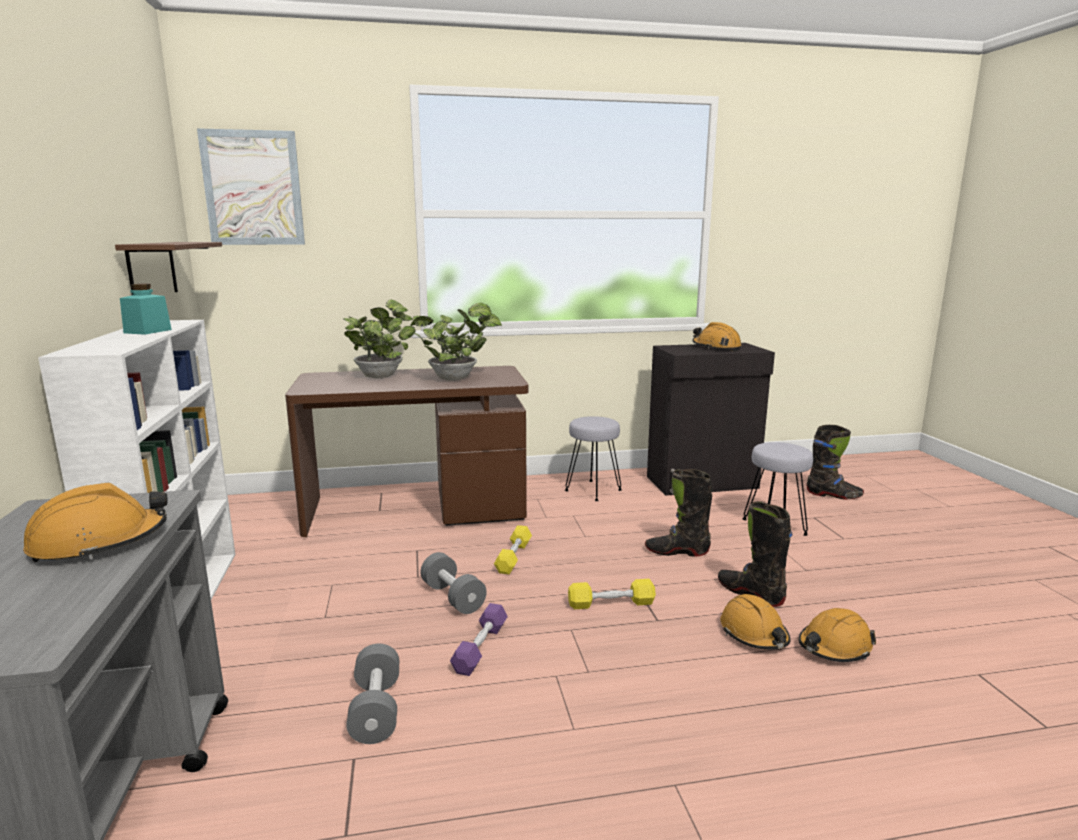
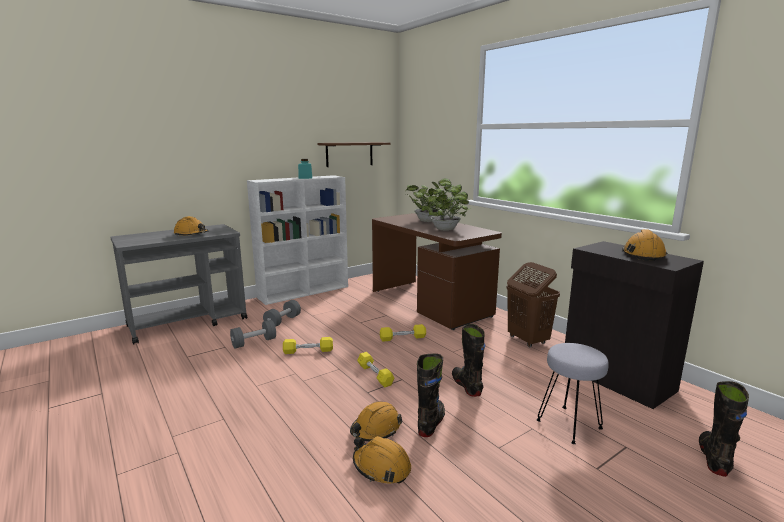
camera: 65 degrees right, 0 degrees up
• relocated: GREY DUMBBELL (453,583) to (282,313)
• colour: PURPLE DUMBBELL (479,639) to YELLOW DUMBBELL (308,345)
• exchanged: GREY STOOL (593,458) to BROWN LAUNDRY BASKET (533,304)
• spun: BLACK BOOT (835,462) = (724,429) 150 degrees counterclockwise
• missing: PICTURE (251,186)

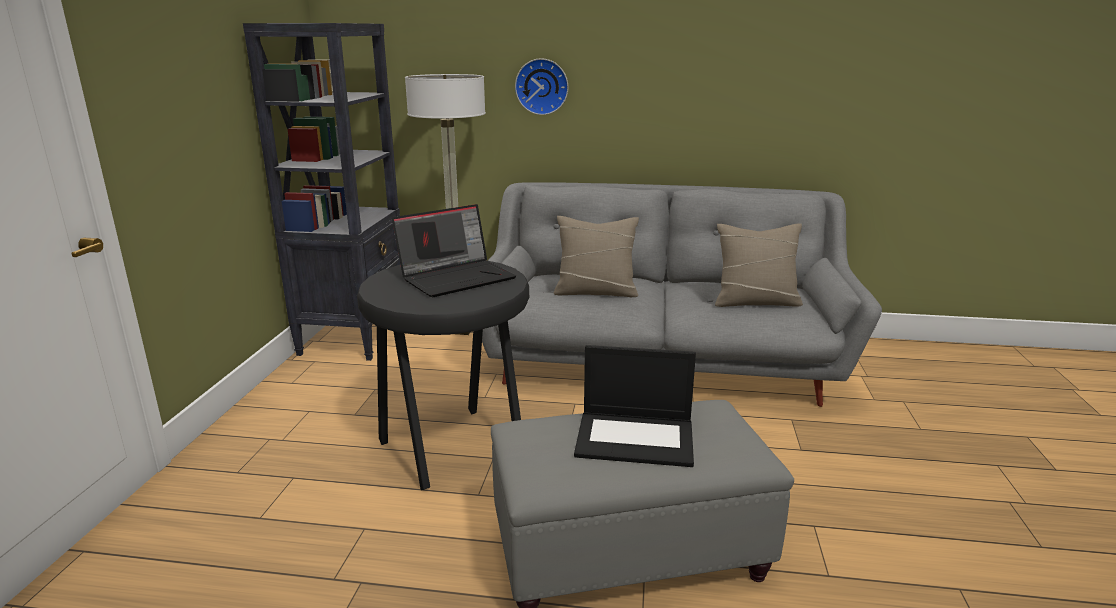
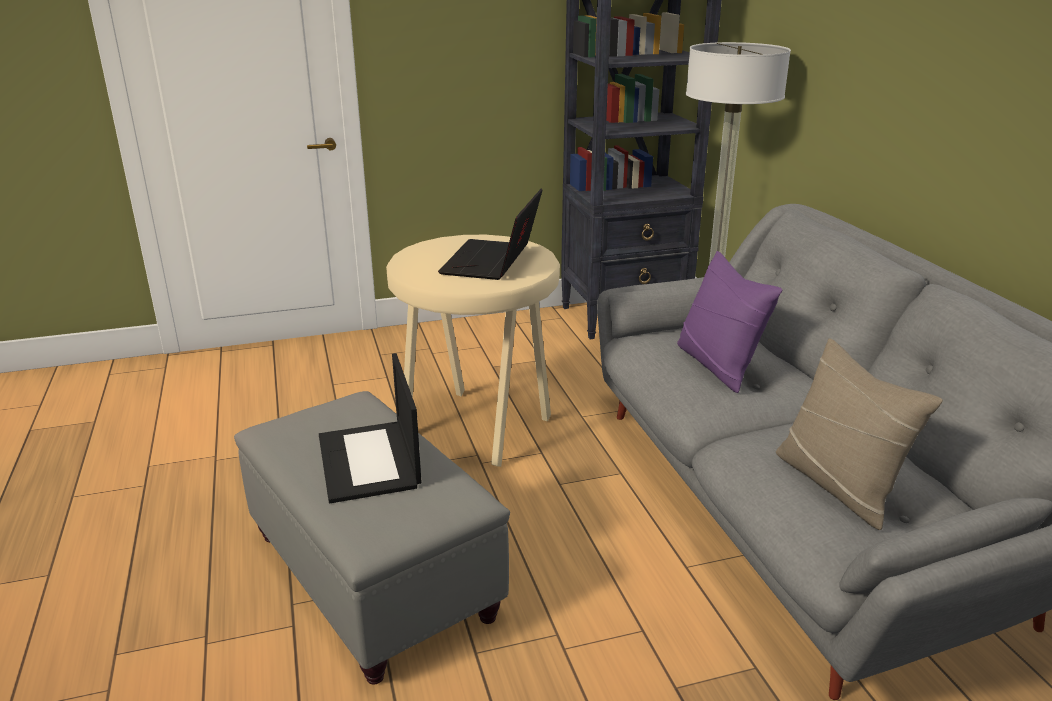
camera: 65 degrees right, 5 degrees up
• colour: BLACK STOOL (443,375) to BEIGE STOOL (473,351)
• spun: LAPTOP (454,250) = (490,234) 75 degrees clockwise
• colour: BEIGE PILLOW (596,256) to PURPLE PILLOW (729,322)
• missing: WALL CLOCK (541,86)

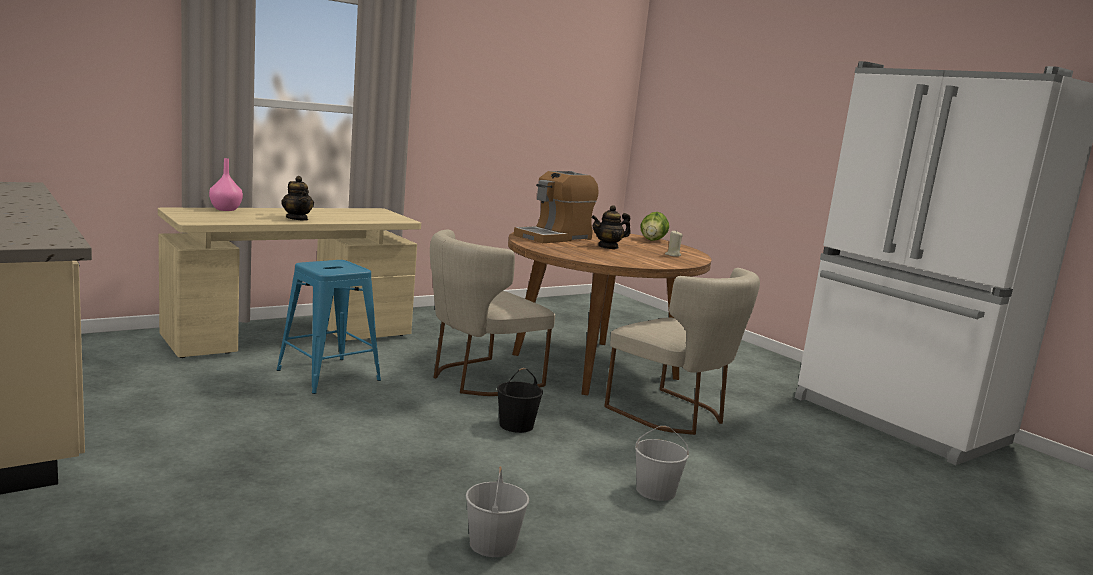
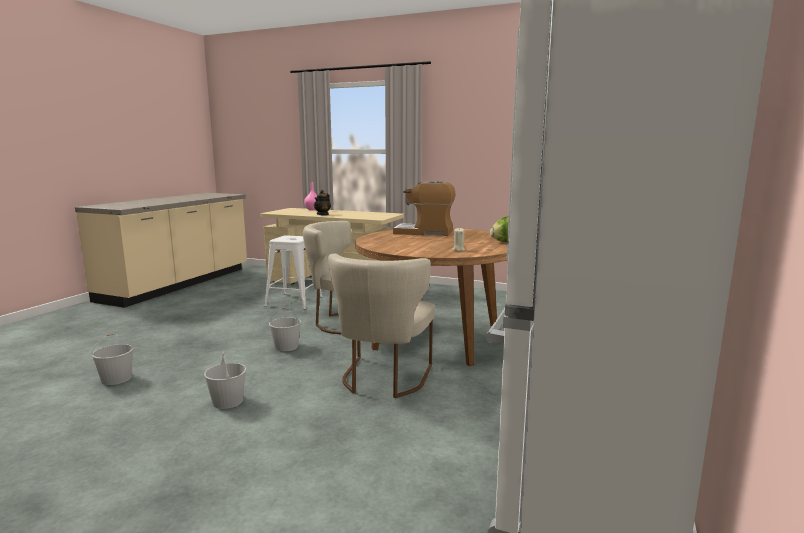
camera: 60 degrees right, 0 degrees up
• colour: BLUE STOOL (328,327) to WHITE STOOL (294,273)
• colour: BLACK BUCKET (520,400) to WHITE BUCKET (285,330)
• missing: TEAPOT (611,227)

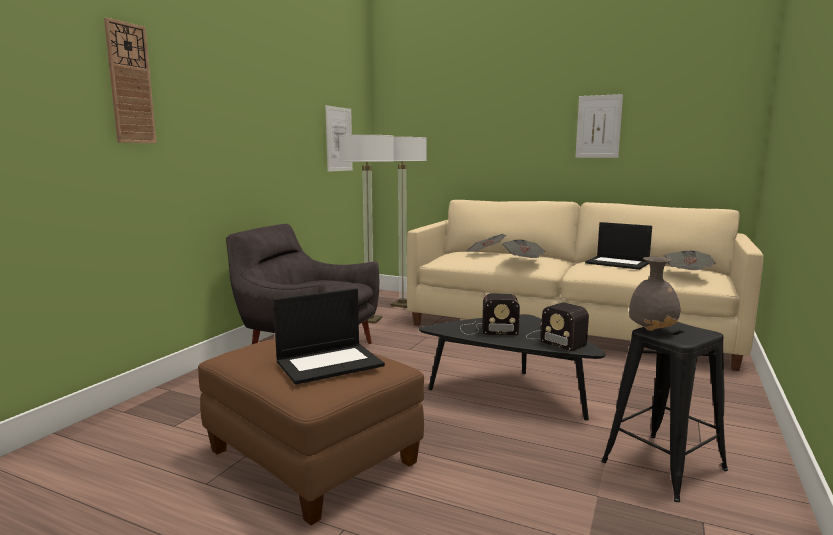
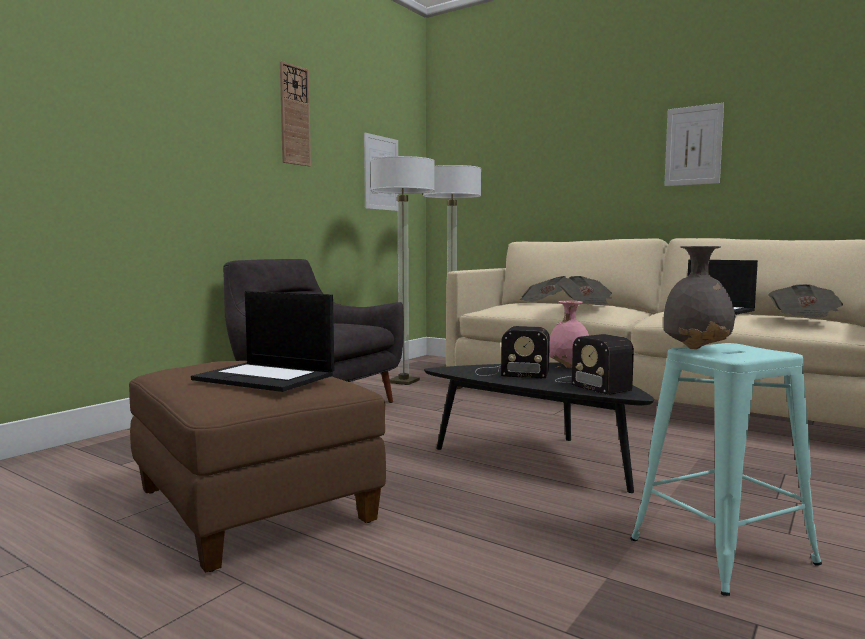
camera: 10 degrees right, 5 degrees down
• spun: LAPTOP (329,336) = (262,341) 45 degrees clockwise
• relocated: WALL CLOCK (130,80) to (295,113)
• appeared: PINK VASE (569,334)
• colour: BLACK STOOL (664,412) to TURQUOISE STOOL (726,469)

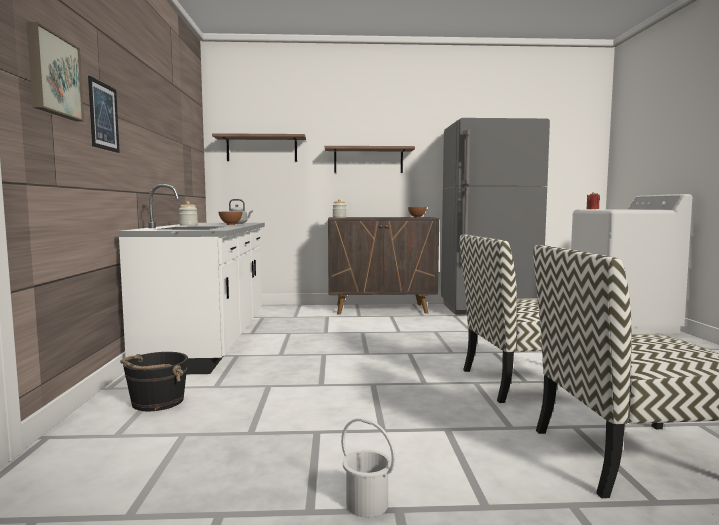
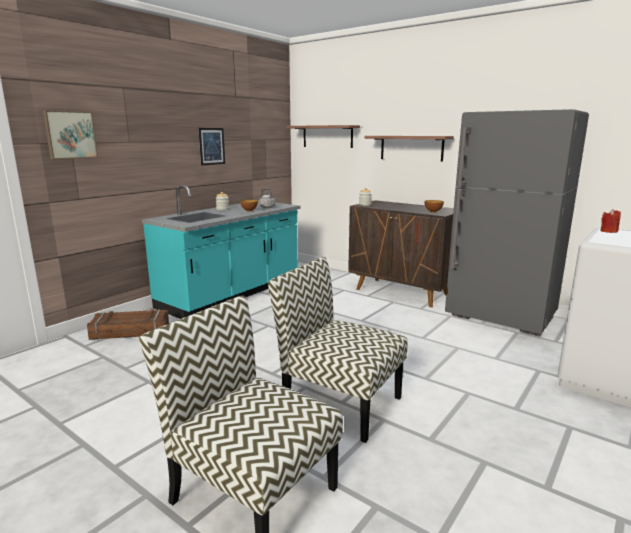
camera: 40 degrees right, 10 degrees up
• exchanged: BLACK BUCKET (154,381) to CRATE (128,324)
• colour: WHITE COUNTER (191,279) to TURQUOISE COUNTER (221,252)
• relocated: PICTURE (104,114) to (212,146)
• missing: WHITE BUCKET (368,467)

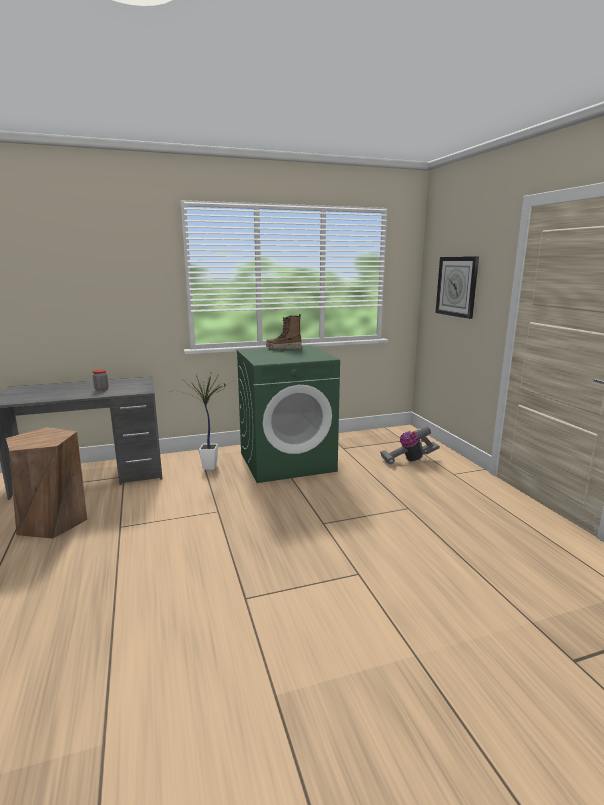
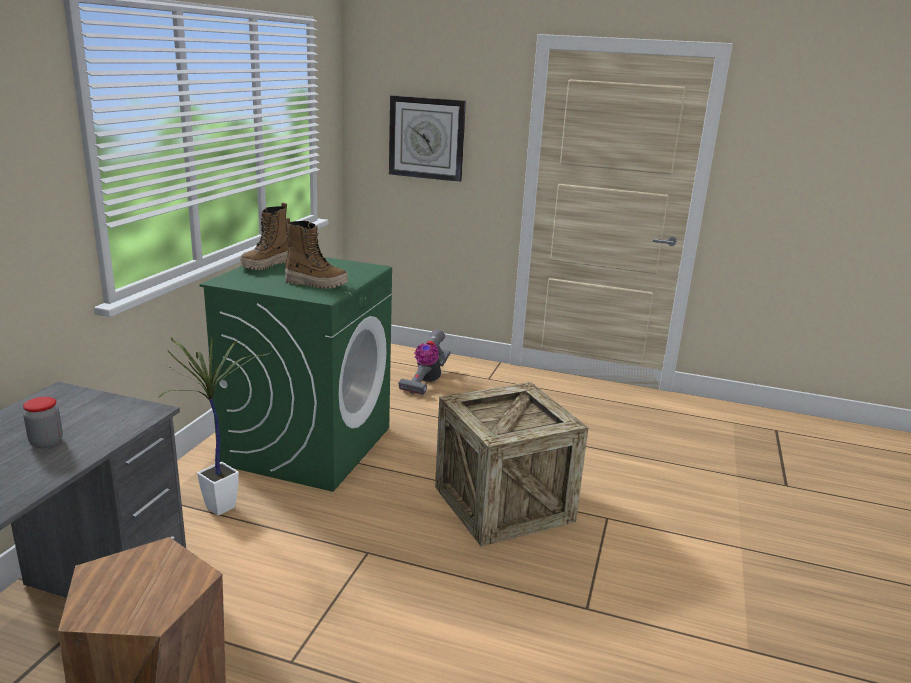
camera: 55 degrees left, 5 degrees up
• appeared: BOOT (316,253)
• appeared: CRATE (512,464)

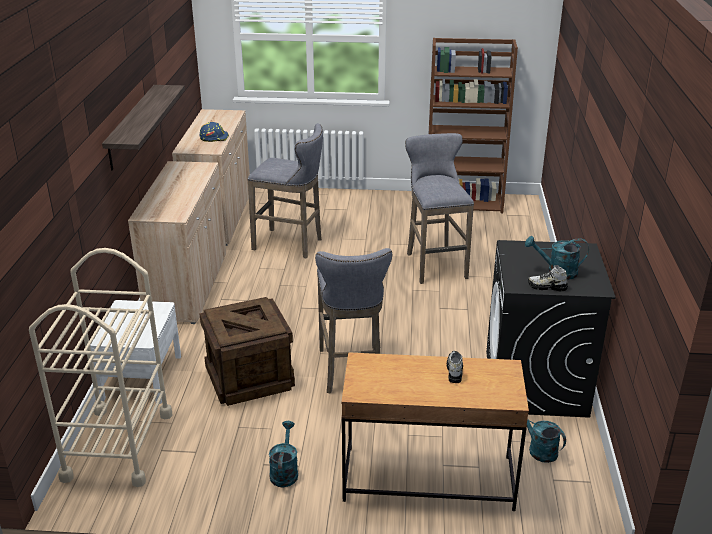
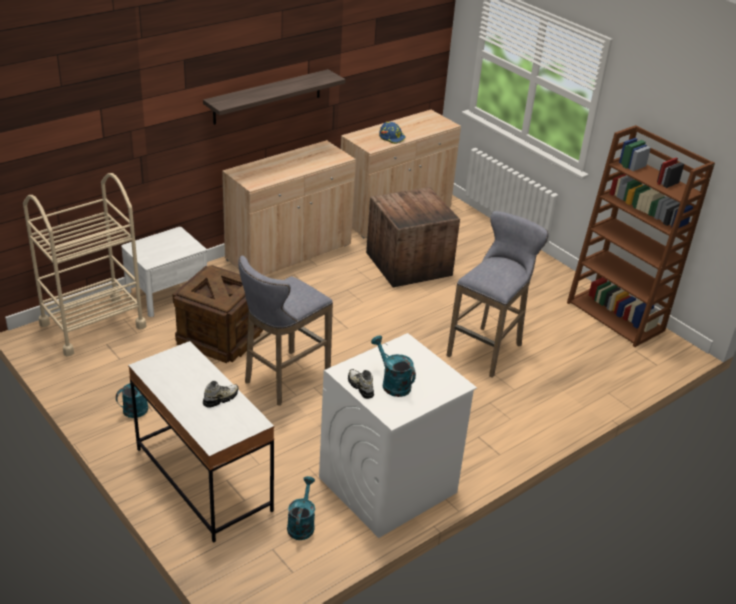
camera: 45 degrees right, 5 degrees up
• colour: BROWN DESK (435,431) to WHITE DESK (201,442)
• colour: BLACK WASHING MACHINE (551,329) to WHITE WASHING MACHINE (398,435)
• exchanged: GREY STOOL (285,191) to CRATE (413,237)

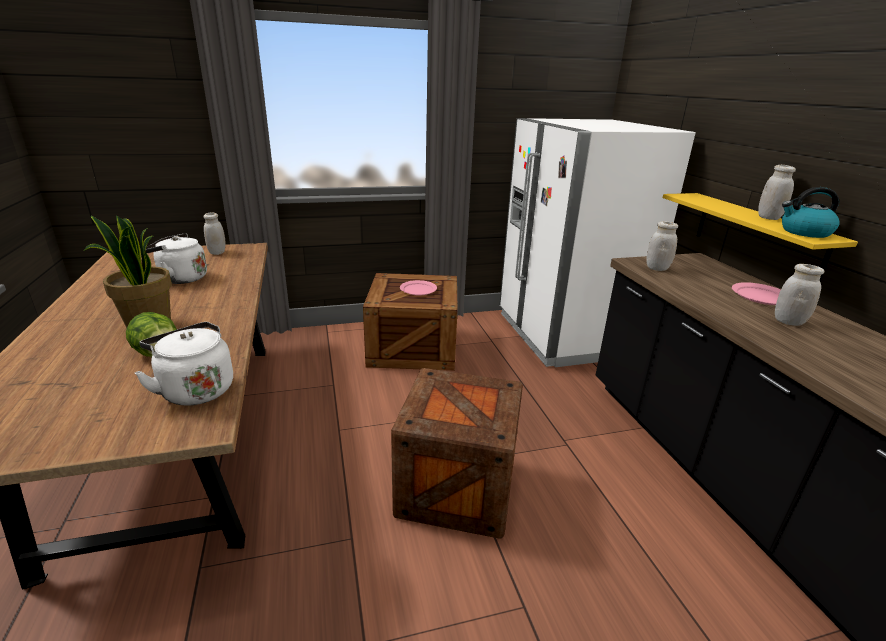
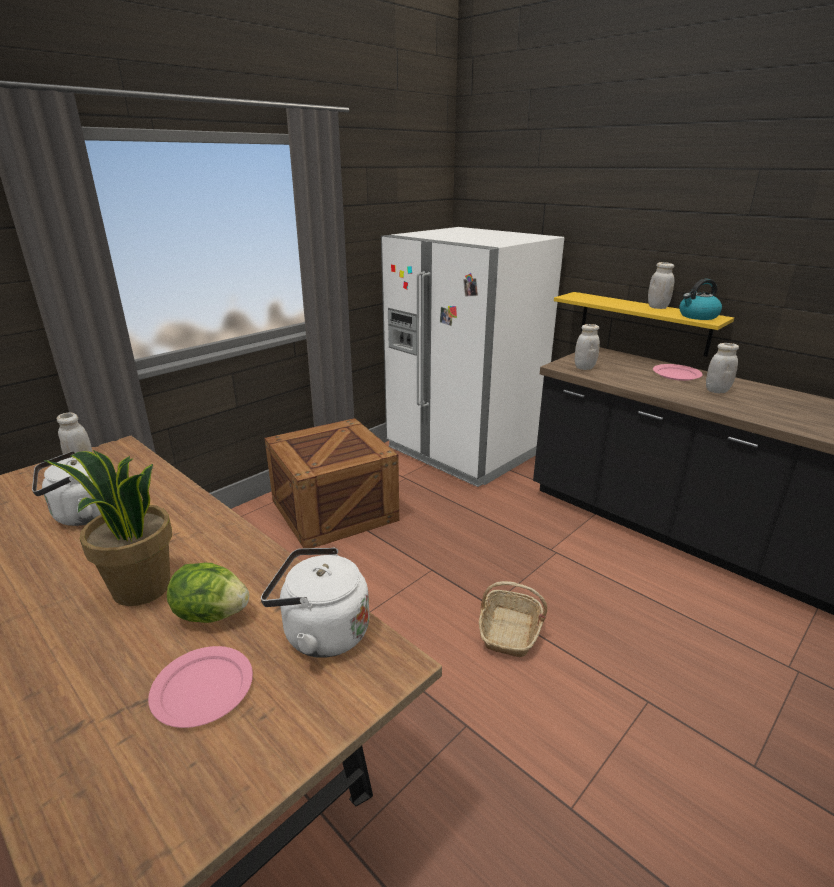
camera: 30 degrees left, 0 degrees up
• relocated: PINK PLATE (418,287) to (200,687)
• exchanged: CRATE (457,453) to BASKET (513,619)

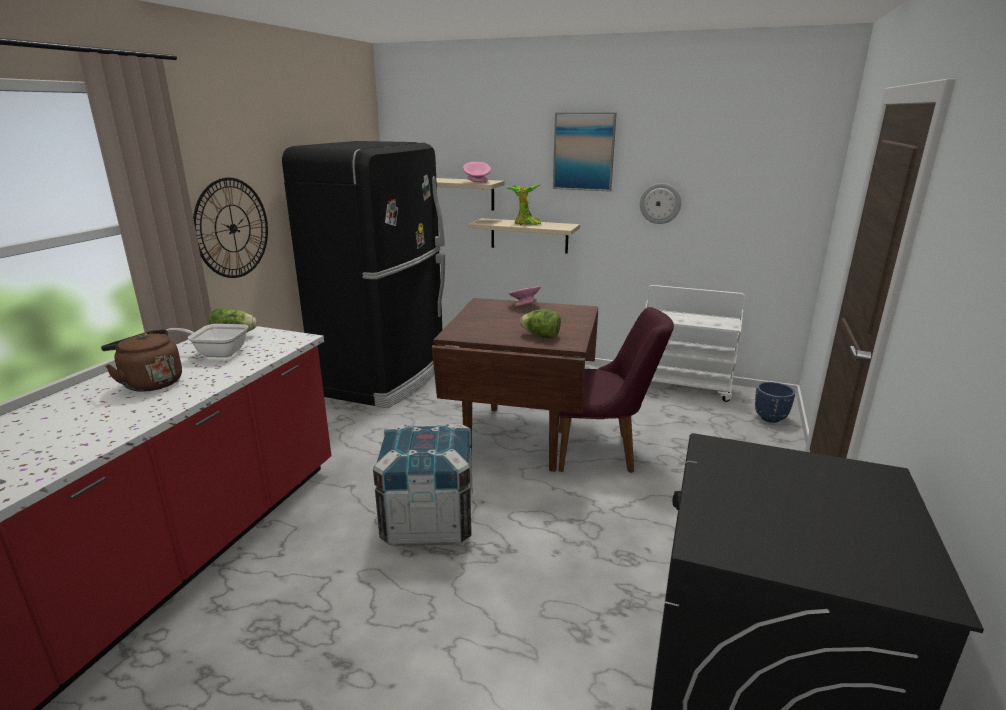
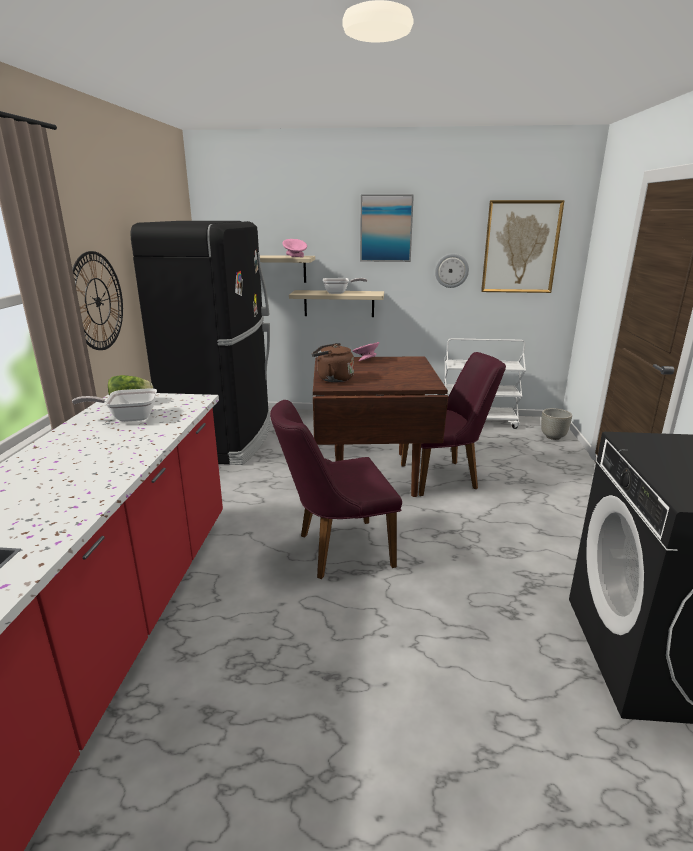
camera: 15 degrees left, 0 degrees up
• exchanged: CRATE (422,485) to PURPLE CHAIR (336,489)
• relocated: BROWN KETTLE (141,360) to (333,362)
• exchanged: POTTED PLANT (523,205) to FRYING PAN (345,286)
• appeared: PICTURE (523,246)
• colour: BLUE PLANTER (775,402) to GREY PLANTER (556,424)
• missing: LETTUCE (540,324)

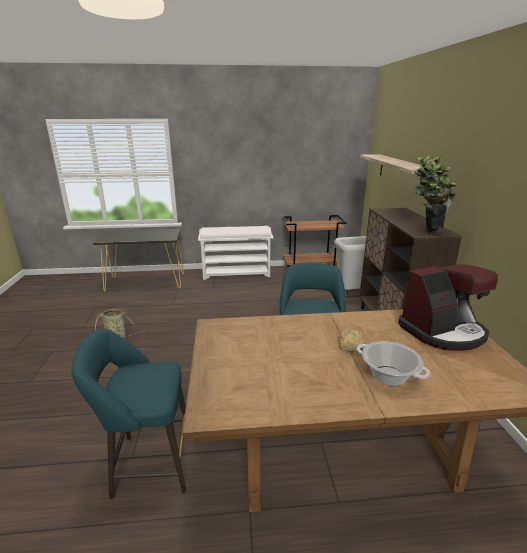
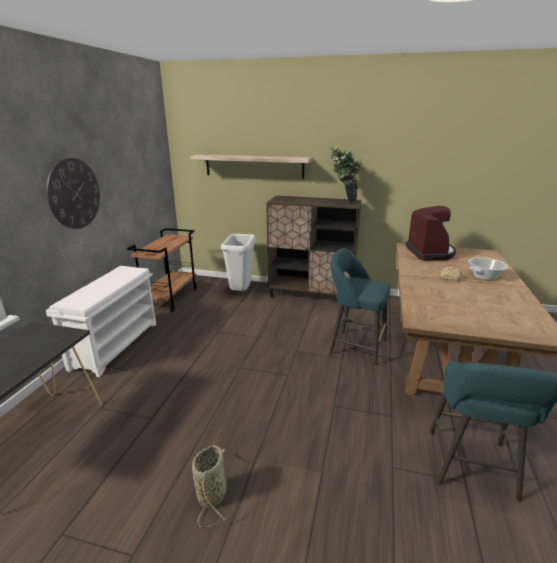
camera: 70 degrees left, 0 degrees up
• appeared: WALL CLOCK (73,193)

